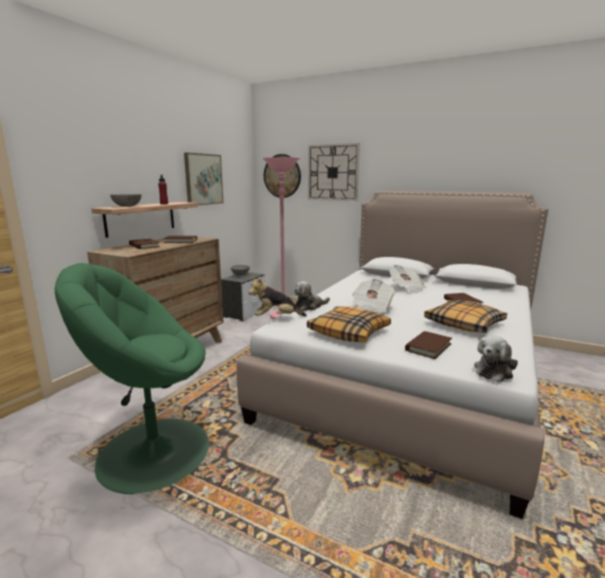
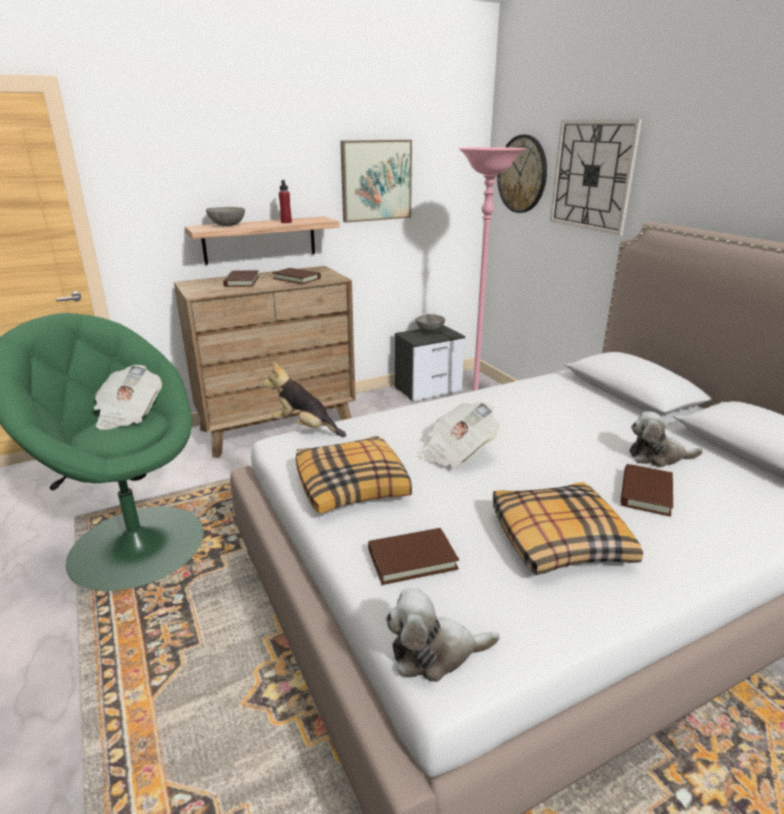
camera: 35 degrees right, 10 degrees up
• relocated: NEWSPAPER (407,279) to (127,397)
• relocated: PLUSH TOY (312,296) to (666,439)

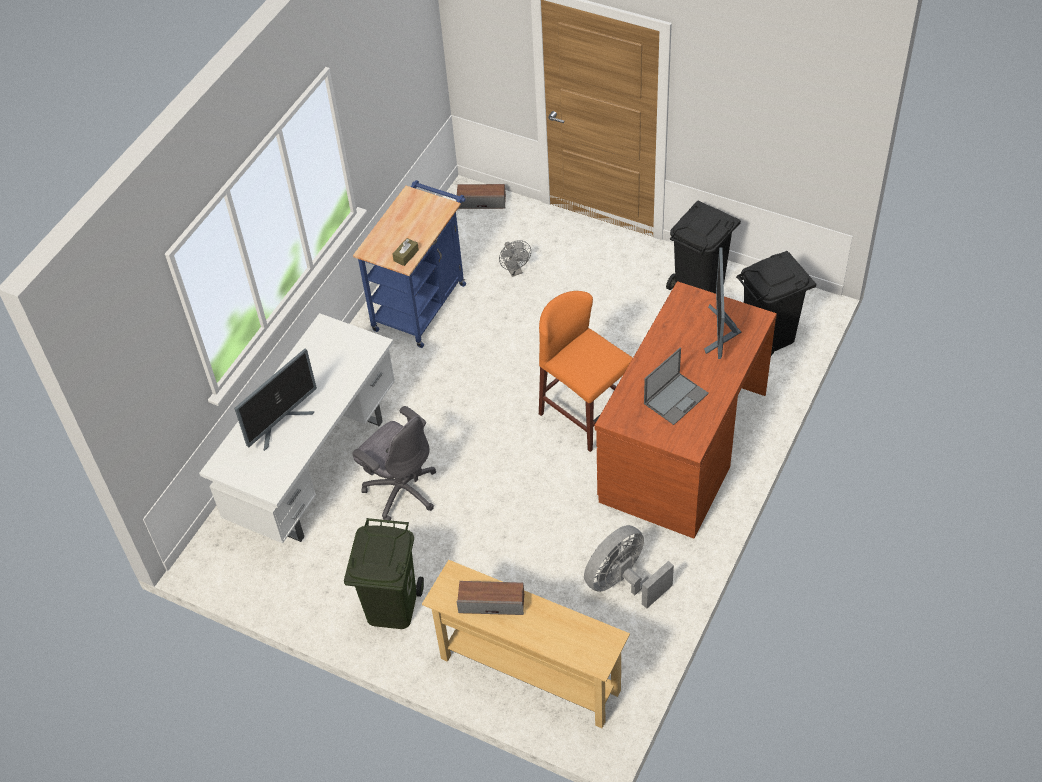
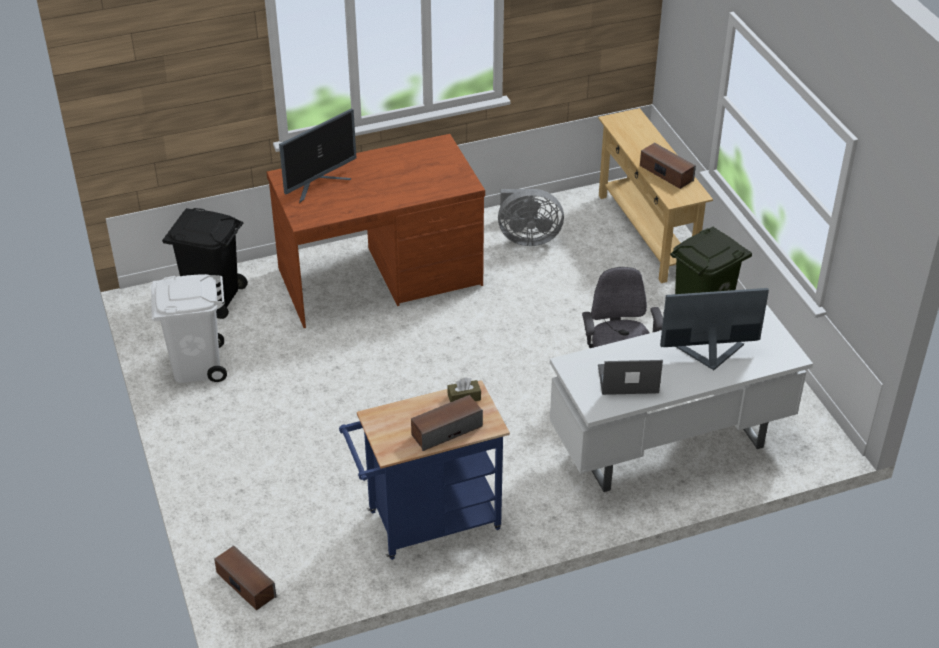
camera: 140 degrees left, 10 degrees down
• colour: BLACK TRASH CAN (703,247) to WHITE TRASH CAN (189,328)
• appeared: SPEAKER (447,423)
• relocated: LAPTOP (676,386) to (630,377)
• missing: GREY FAN (515,258)
• missing: ORANGE STOOL (586,371)

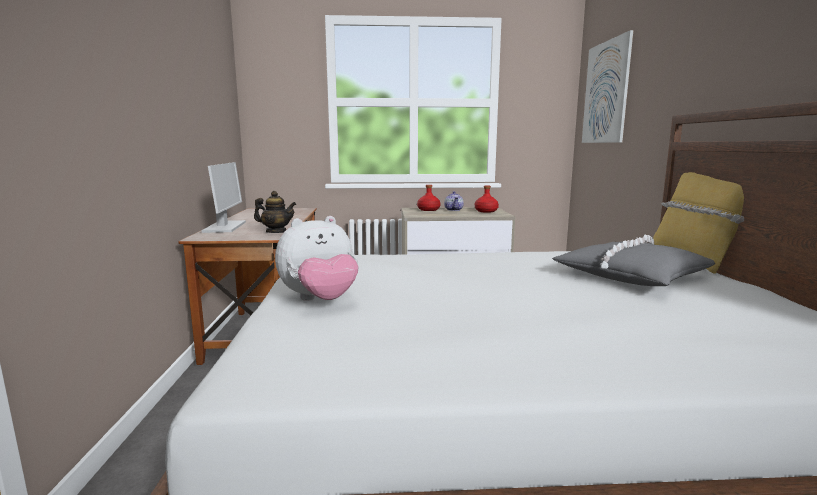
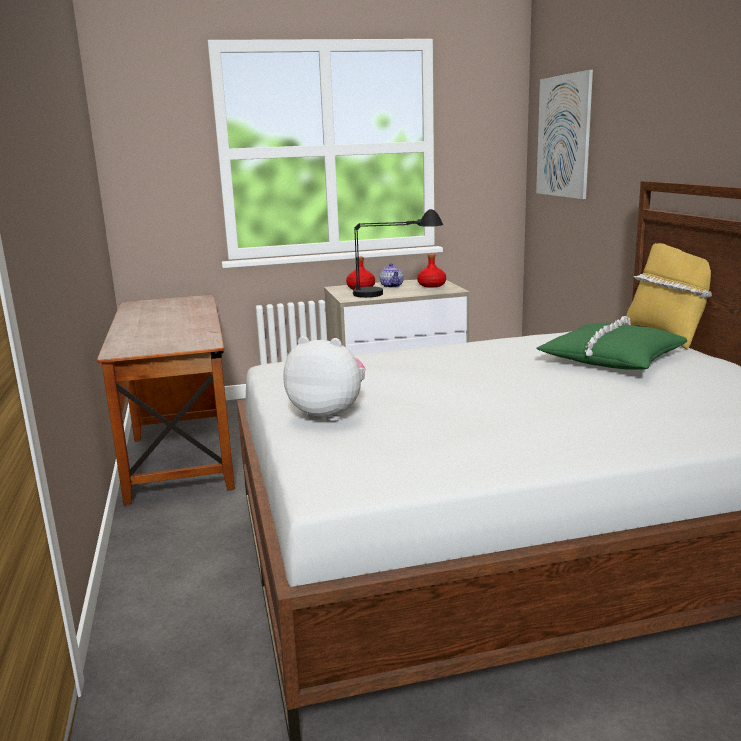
camera: 10 degrees left, 5 degrees up
• spun: PLUSH TOY (317,258) = (324,379) 120 degrees counterclockwise
• appeared: BLACK TABLE LAMP (398,253)
• colour: GREY PILLOW (633,260) to GREEN PILLOW (612,343)
• missing: MONITOR (224,197)
• missing: TEAPOT (275,212)

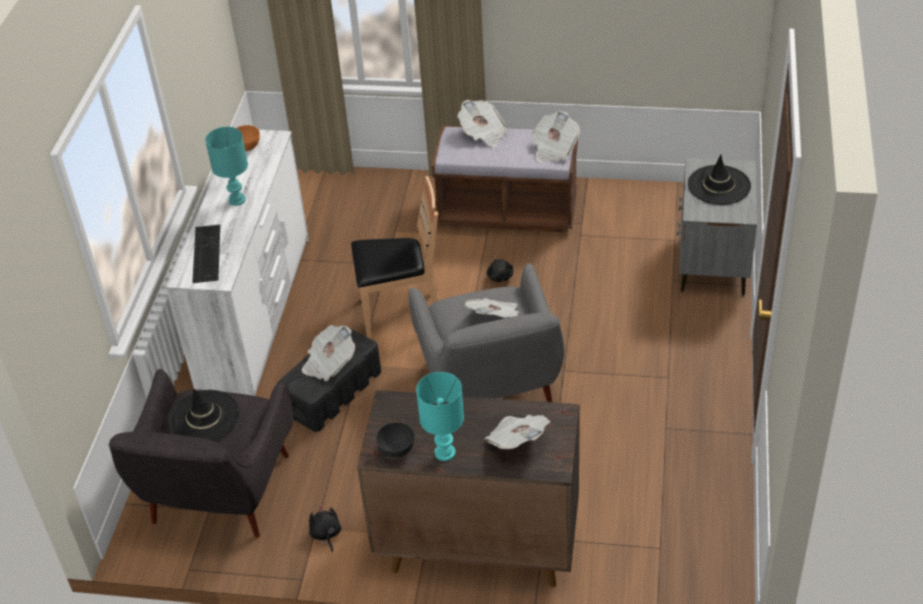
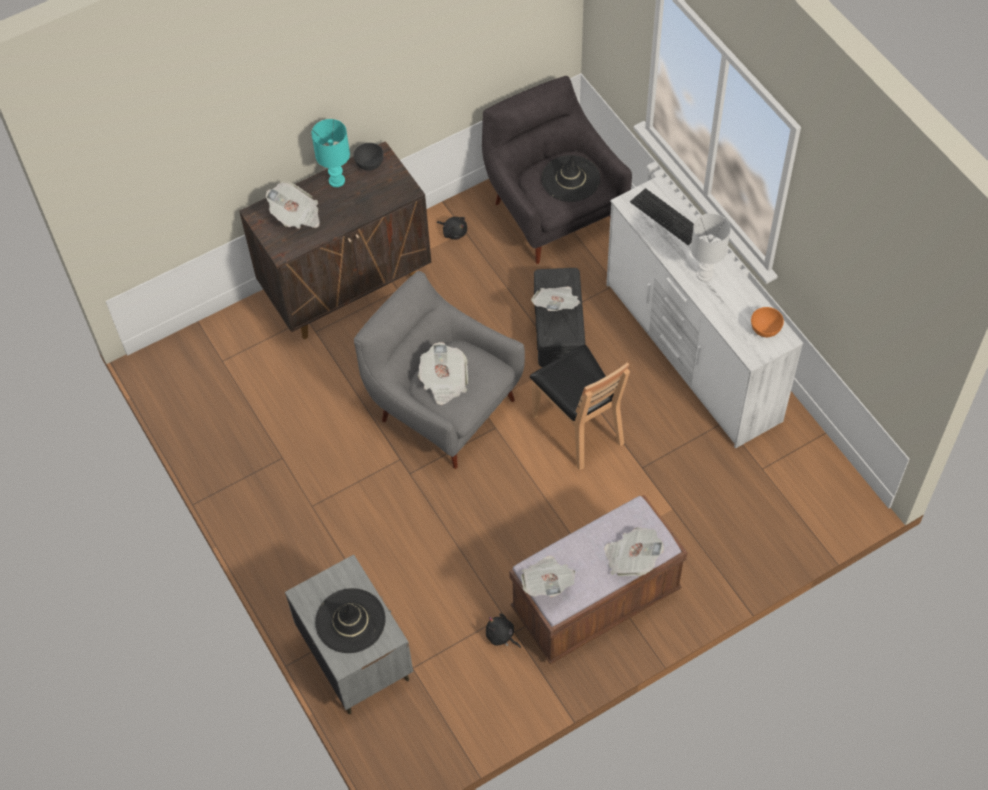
camera: 140 degrees right, 15 degrees up
• relocated: BLACK PLUSH TOY (500,270) to (503,630)
• spun: BROWN CHAIR (395,257) = (580,407) 75 degrees counterclockwise
• colour: TURQUOISE TABLE LAMP (226,166) to WHITE TABLE LAMP (711,247)

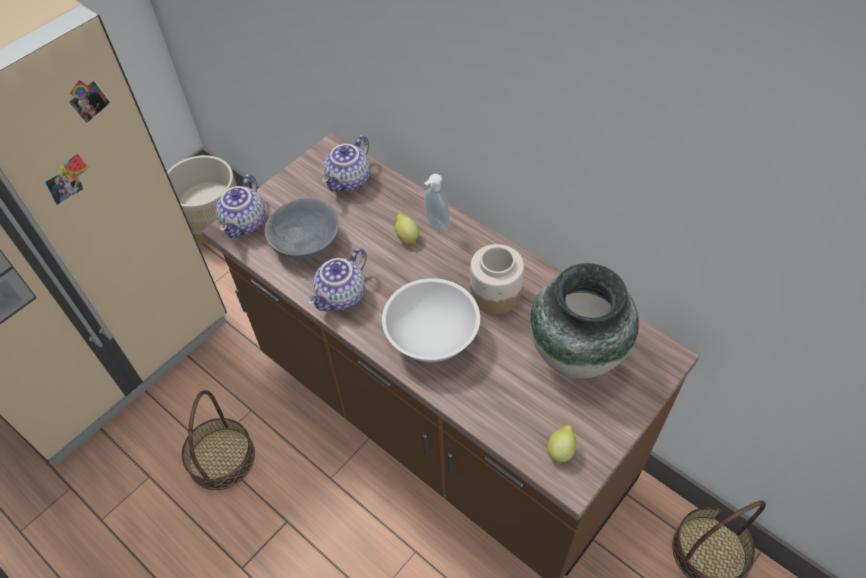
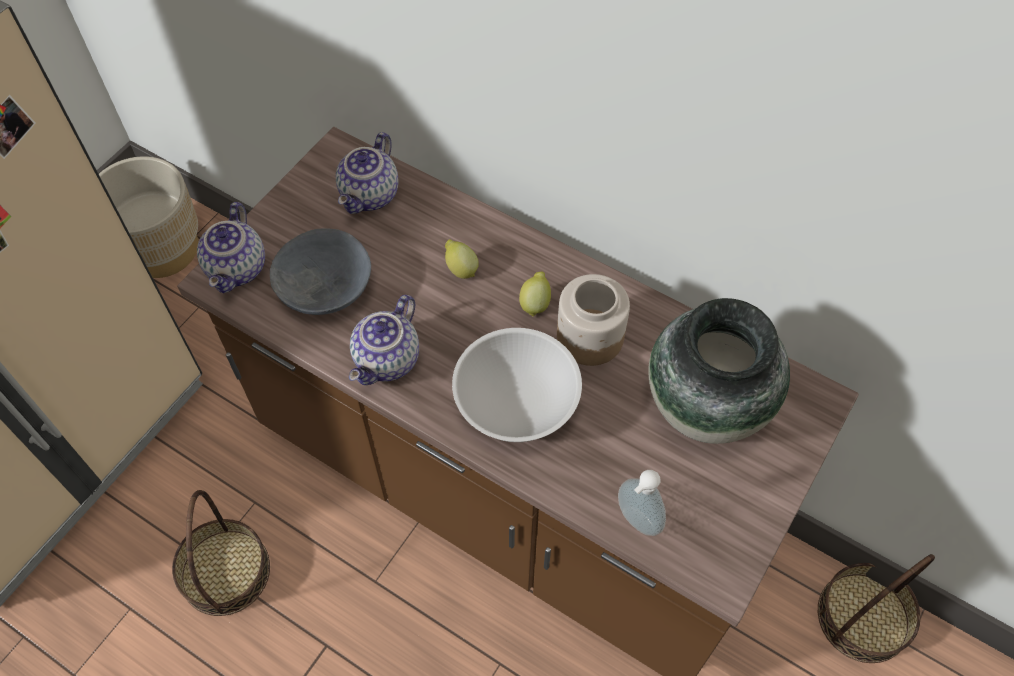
camera: 10 degrees left, 5 degrees up
• relocated: LEMON (561,444) to (535,294)
• relocated: SOAP DISPENSER (436,203) to (642,503)

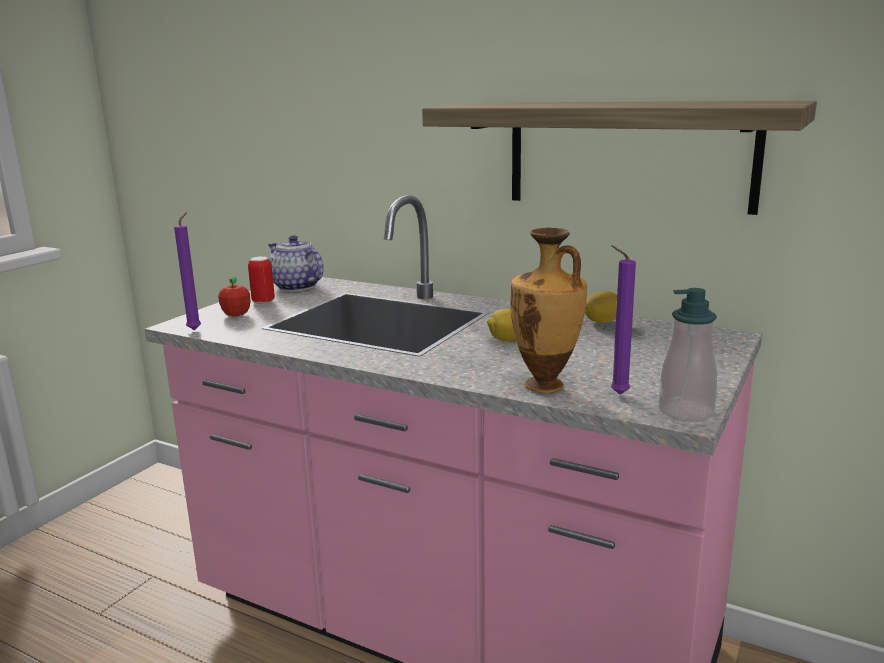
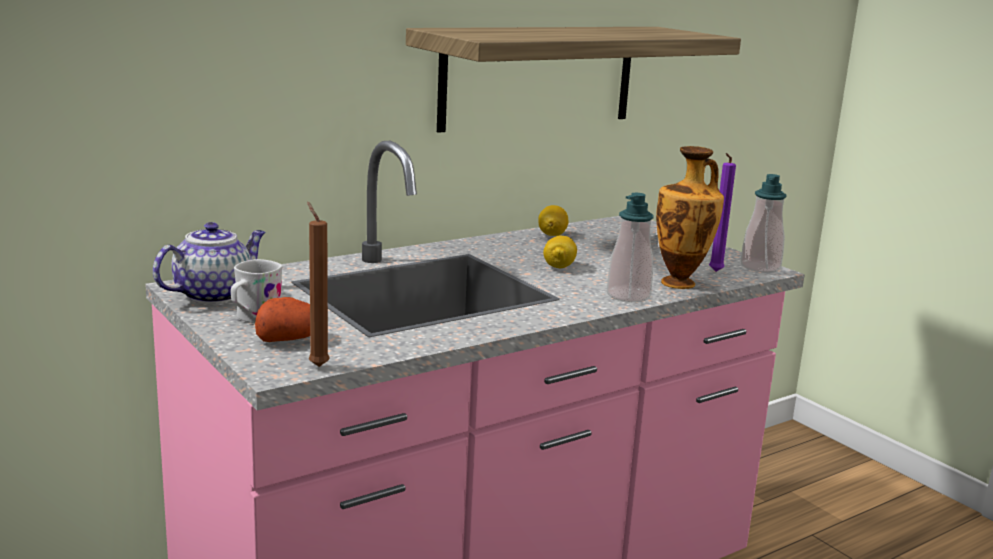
camera: 65 degrees left, 0 degrees up
• spun: TEAPOT (295,263) = (209,263) 150 degrees clockwise
• exchanged: CAN (261,280) to WHITE MUG (256,291)
• exchanged: APPLE (234,296) to POTATO (282,319)
• colour: PURPLE CANDLE (187,271) to BROWN CANDLE (318,284)
• appeared: SOAP DISPENSER (630,247)

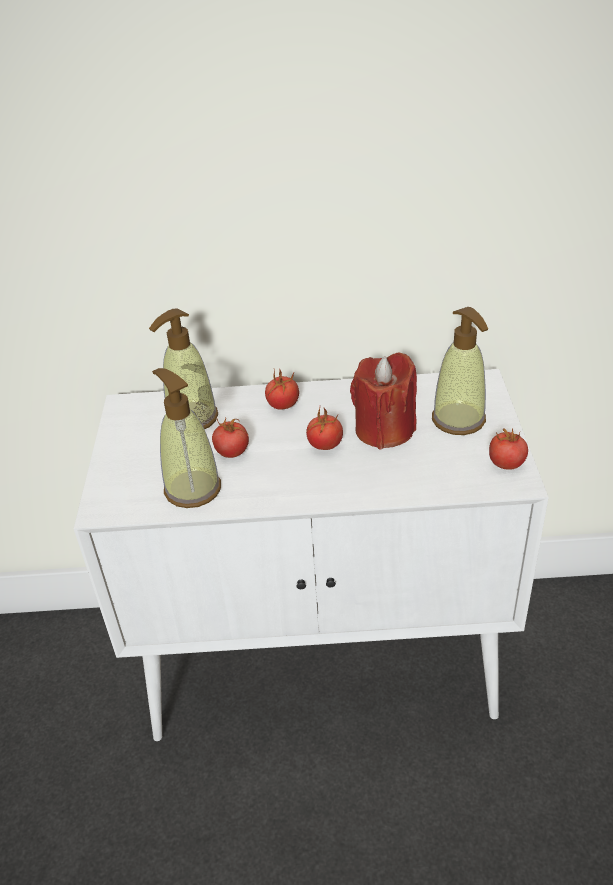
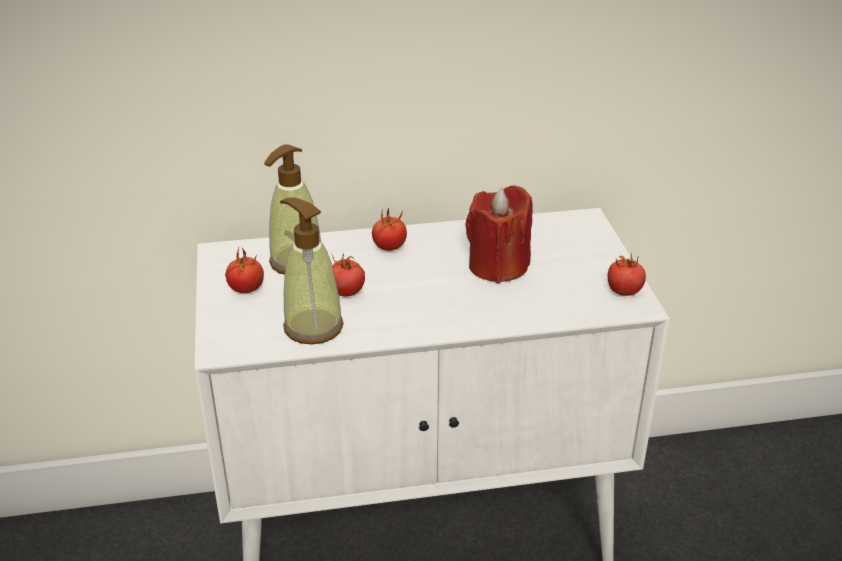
camera: 10 degrees left, 5 degrees down
• relocated: TOMATO (324,429) to (244,270)
• missing: SOAP DISPENSER (460,371)

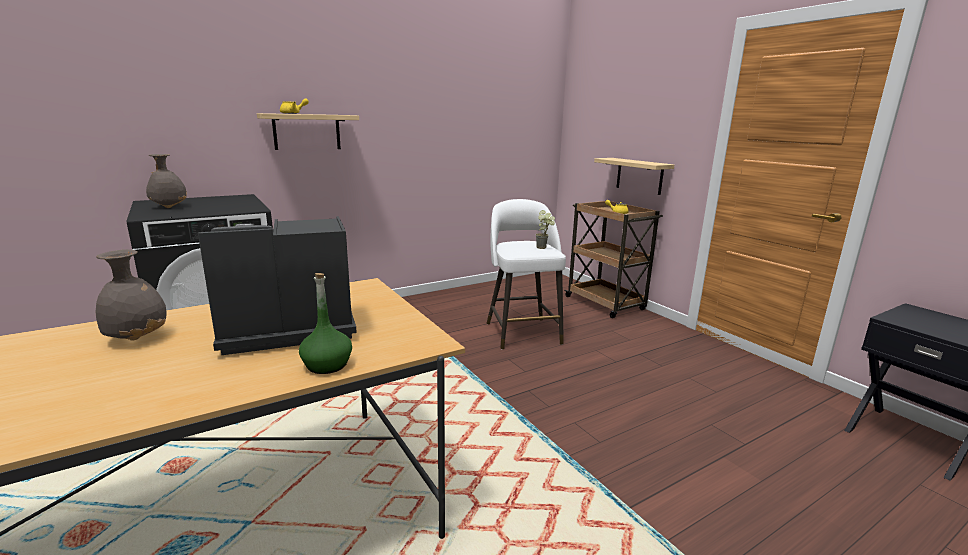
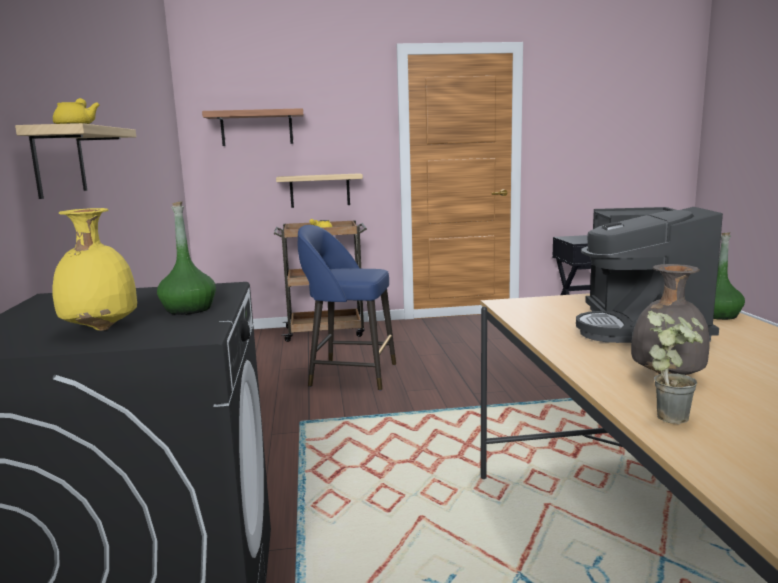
camera: 65 degrees left, 5 degrees down
• colour: GREY VASE (166,181) to YELLOW VASE (94,269)
• appeared: GREEN BOTTLE (186,258)
• appeared: SHELF (253,127)
• colour: WHITE STOOL (526,274) to BLUE STOOL (347,307)
• relocated: POTTED PLANT (545,229) to (675,367)

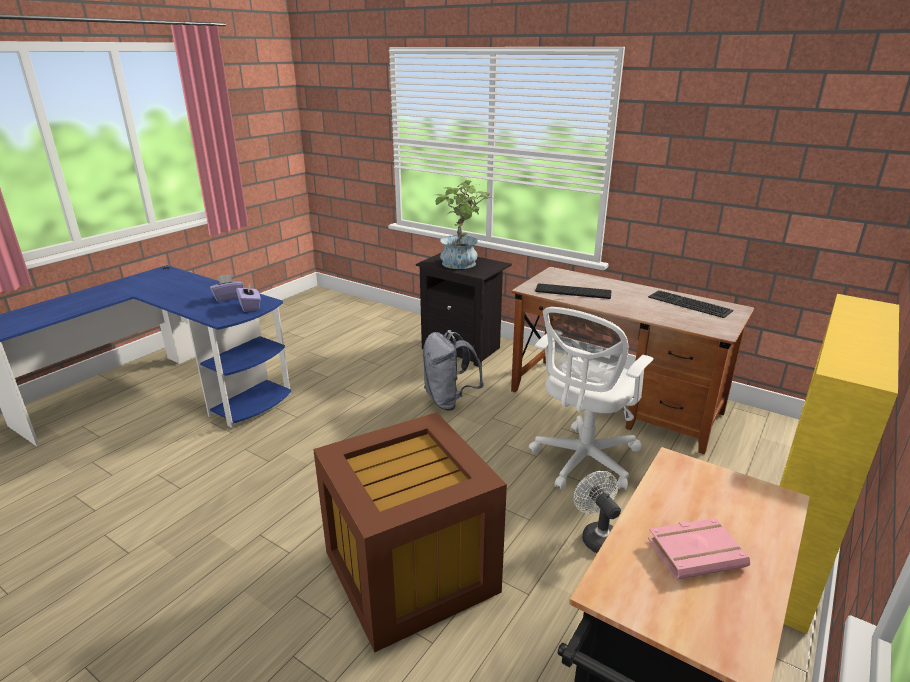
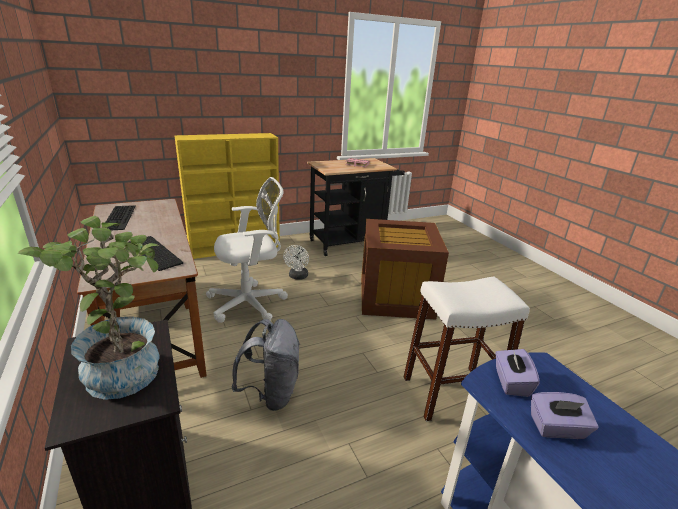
camera: 150 degrees left, 0 degrees up
• appeared: WHITE STOOL (467,349)

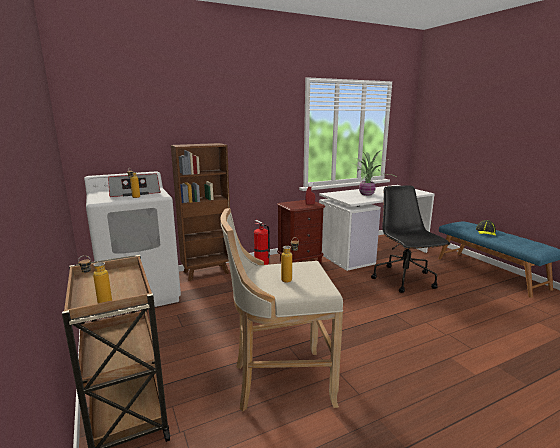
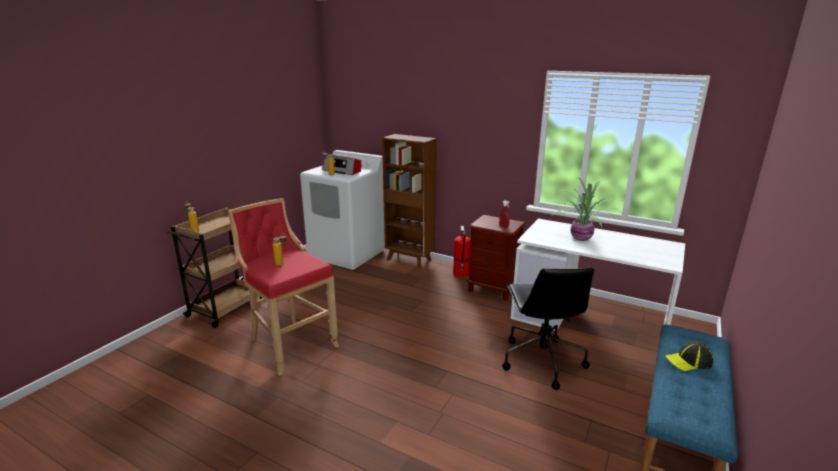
camera: 55 degrees right, 5 degrees up
• colour: BEIGE STOOL (282,310) to RED STOOL (283,287)
• spun: BLACK OFFICE CHAIR (410,239) = (548,328) 135 degrees clockwise

